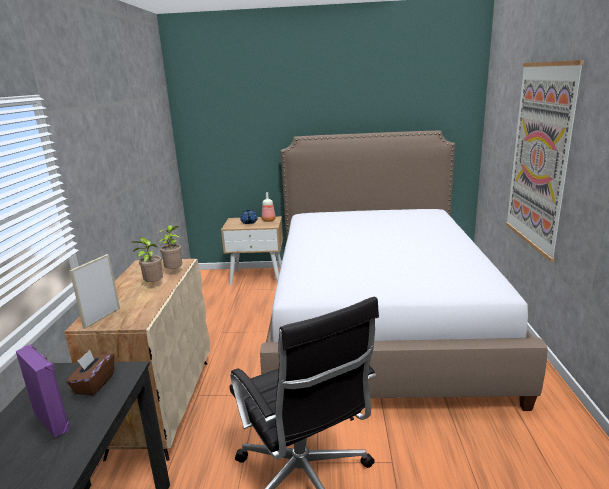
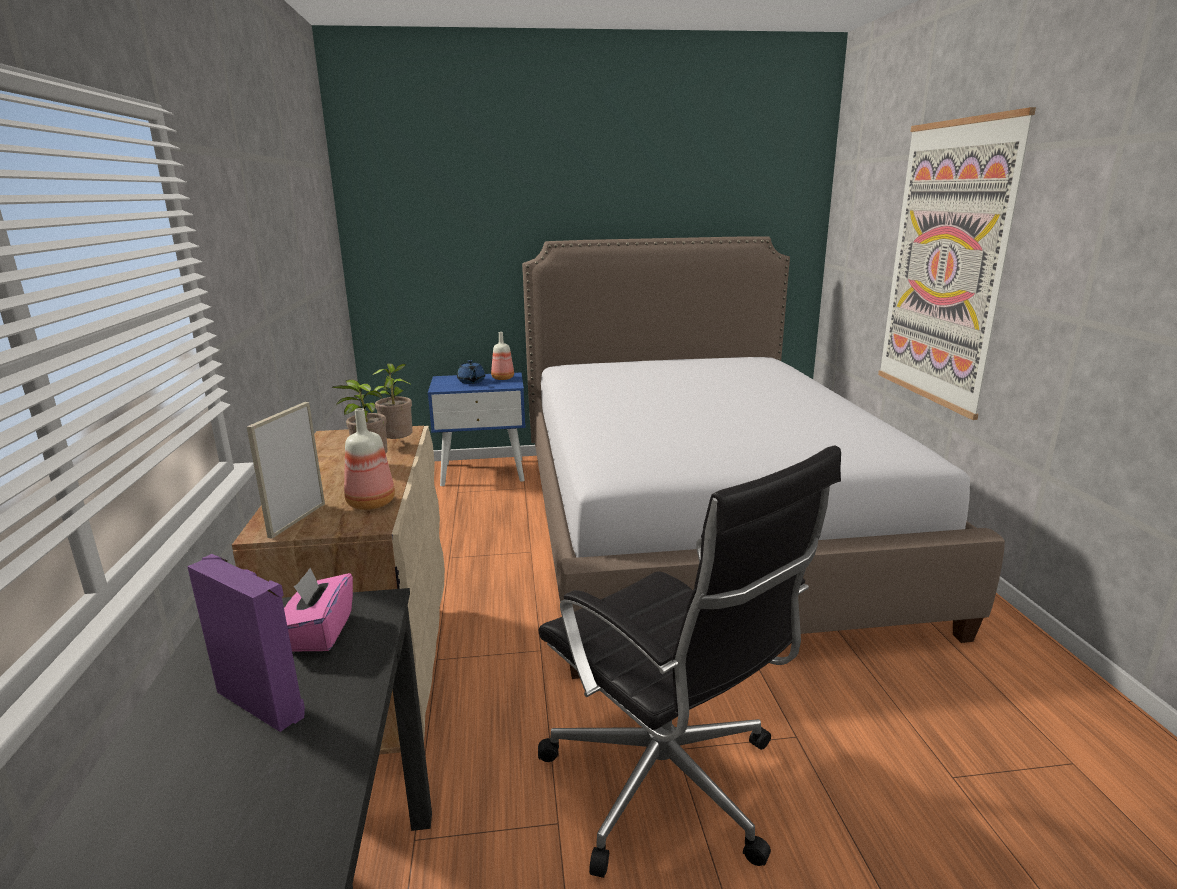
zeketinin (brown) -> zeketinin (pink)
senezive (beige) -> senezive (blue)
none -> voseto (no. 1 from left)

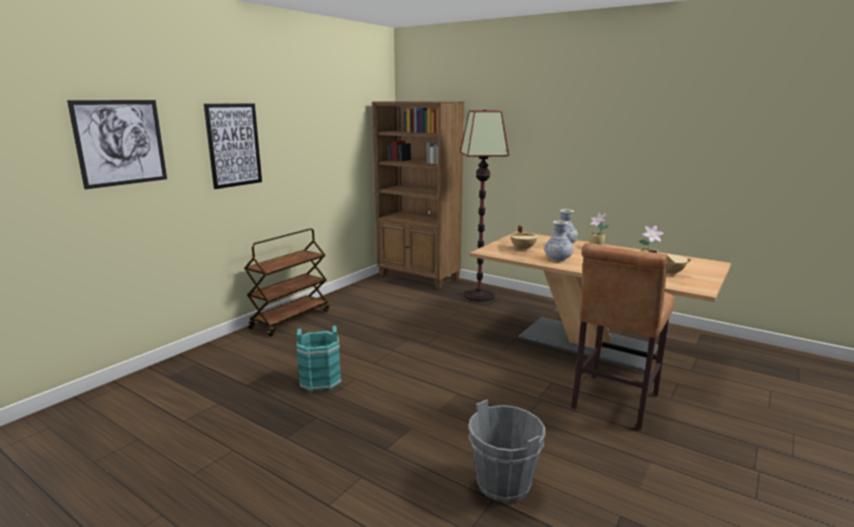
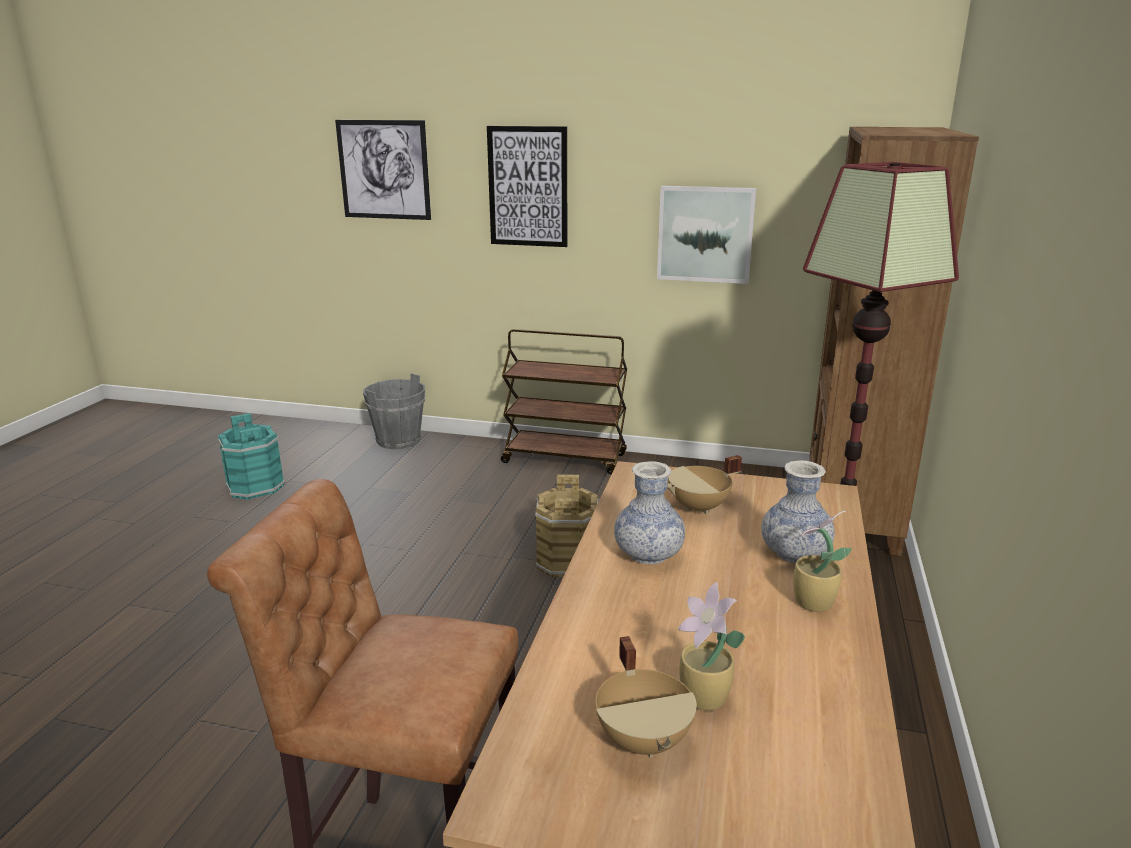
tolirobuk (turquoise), shifted
tolirobuk (grey), shifted
none -> tolirobuk (brown)
none -> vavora (no. 3 from left)

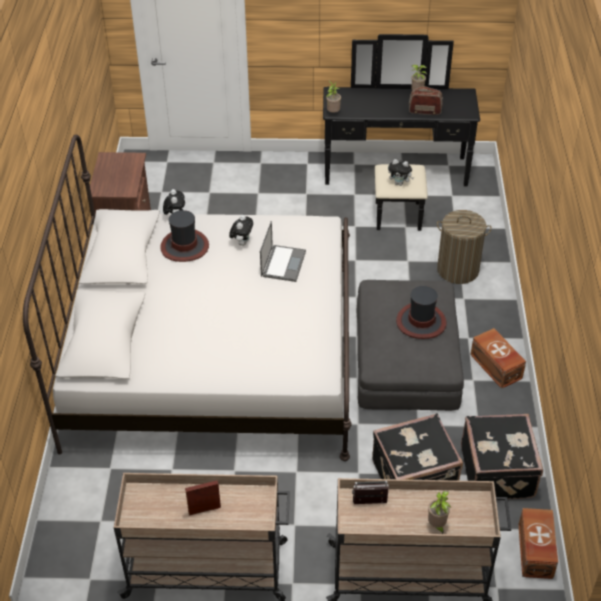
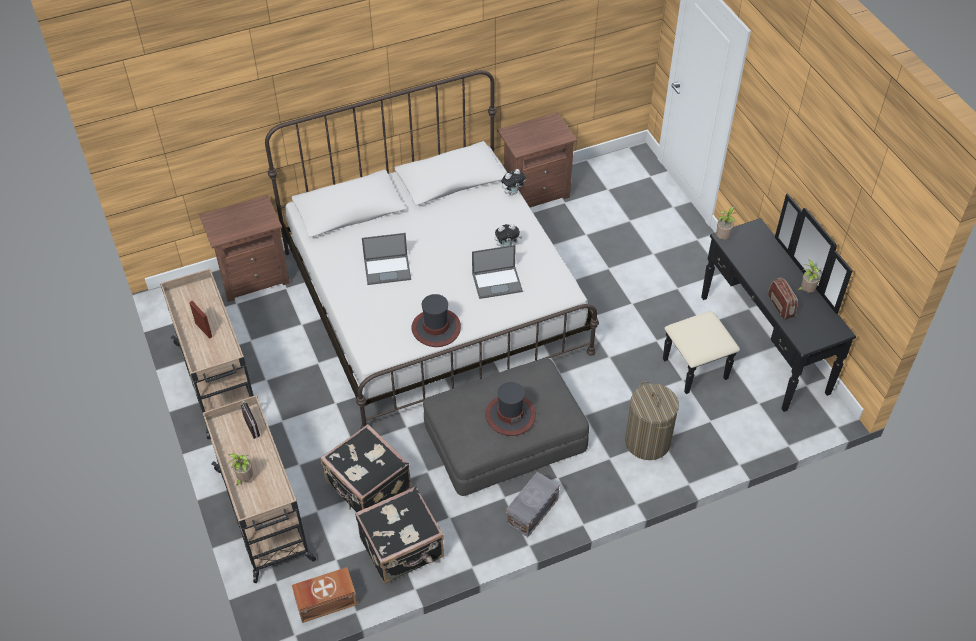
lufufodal (no. 1 from left), shifted
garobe (no. 3 from left) -> none
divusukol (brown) (no. 1 from left) -> divusukol (grey)
none -> senezive (brown) (no. 1 from left)
none -> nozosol (no. 1 from left)

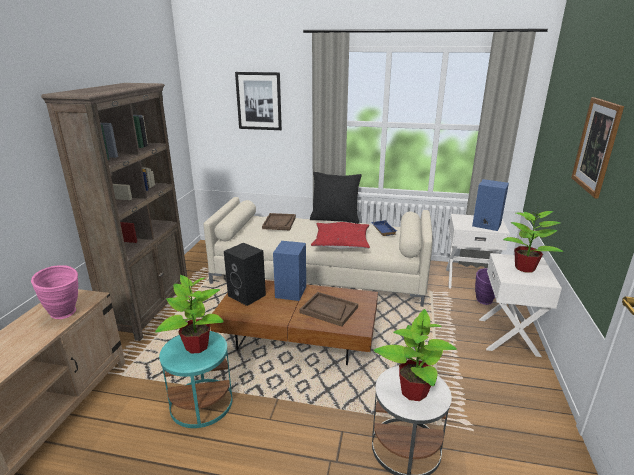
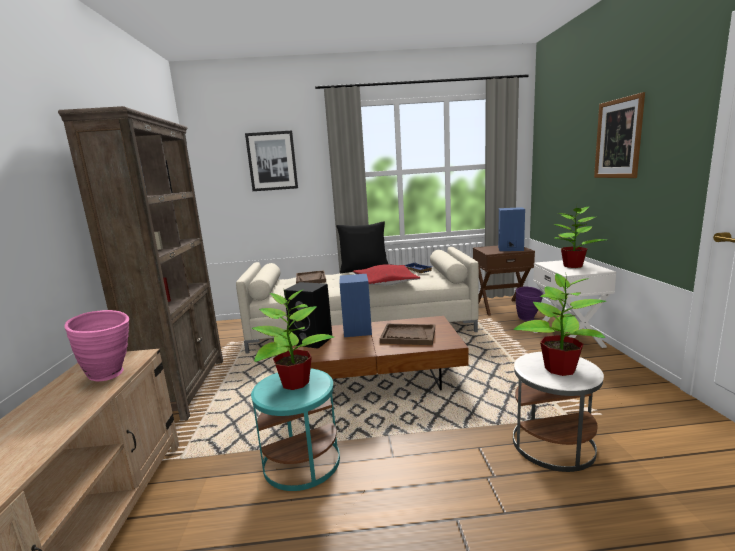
senezive (white) (no. 1 from left) -> senezive (brown)

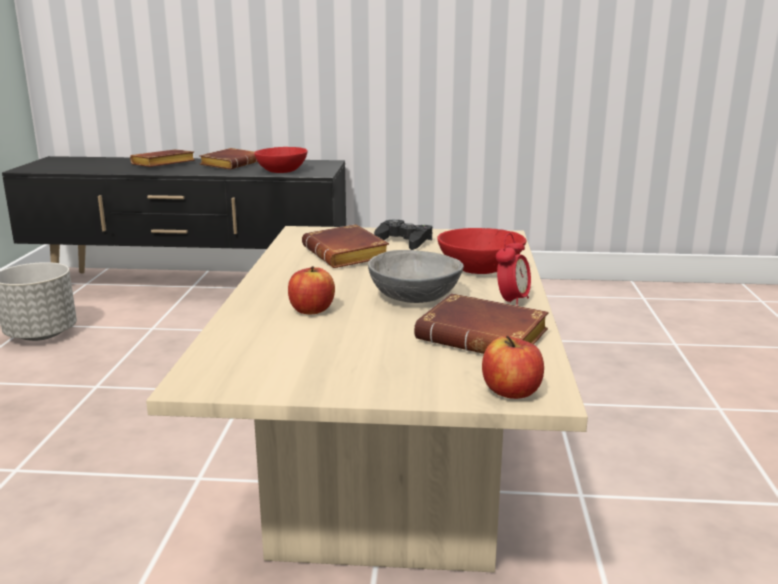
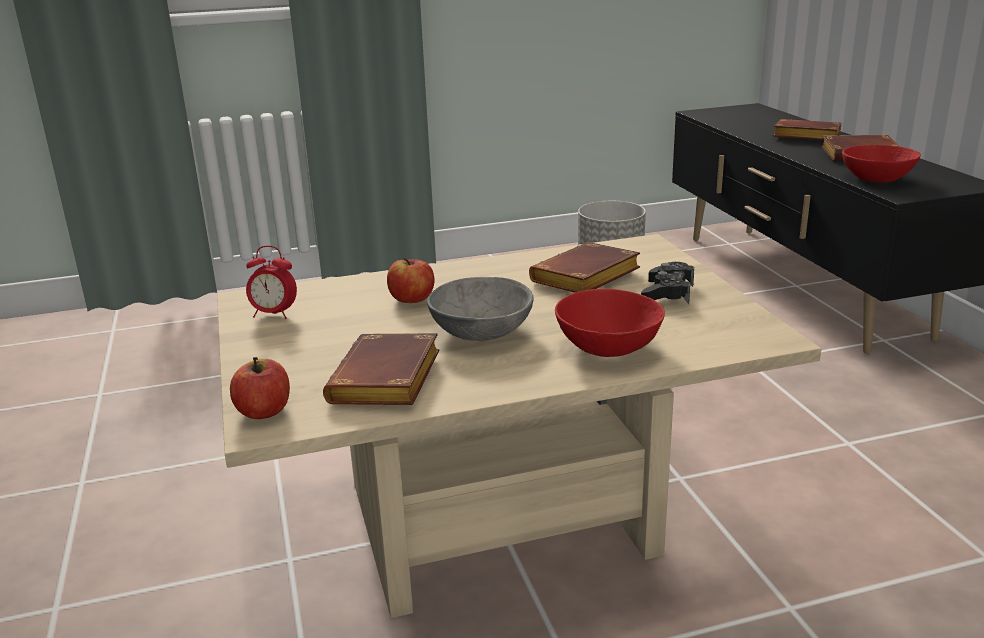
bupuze, shifted

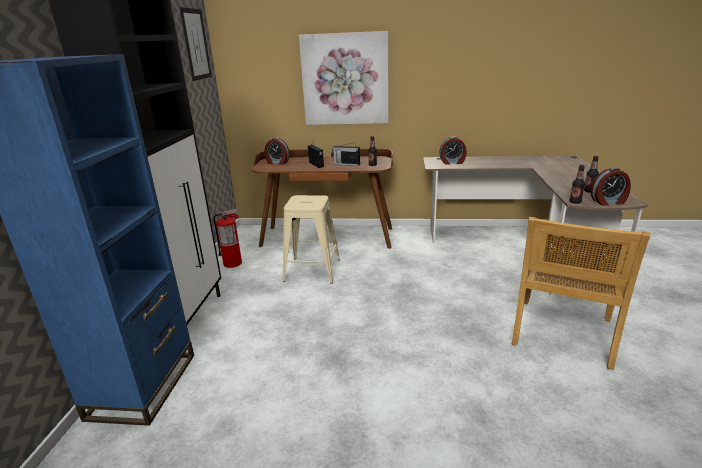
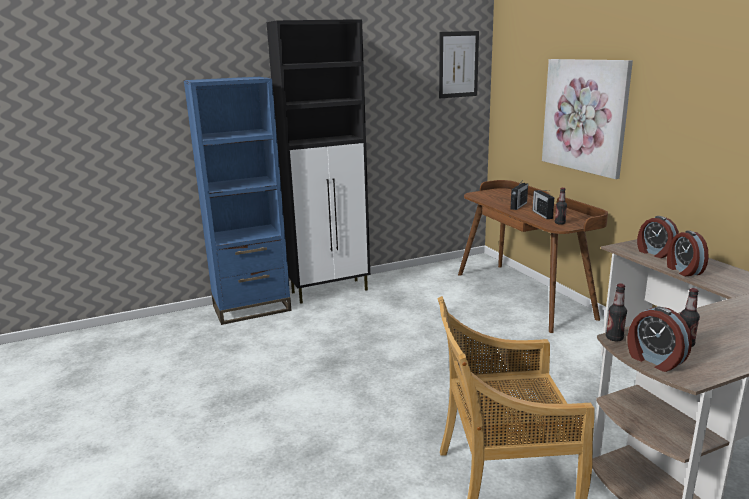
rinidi -> none
bupuze (no. 1 from left in the first image) -> bupuze (no. 3 from left), shifted
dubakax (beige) -> none

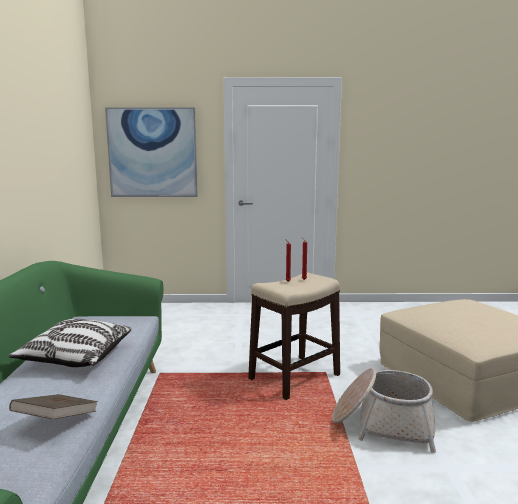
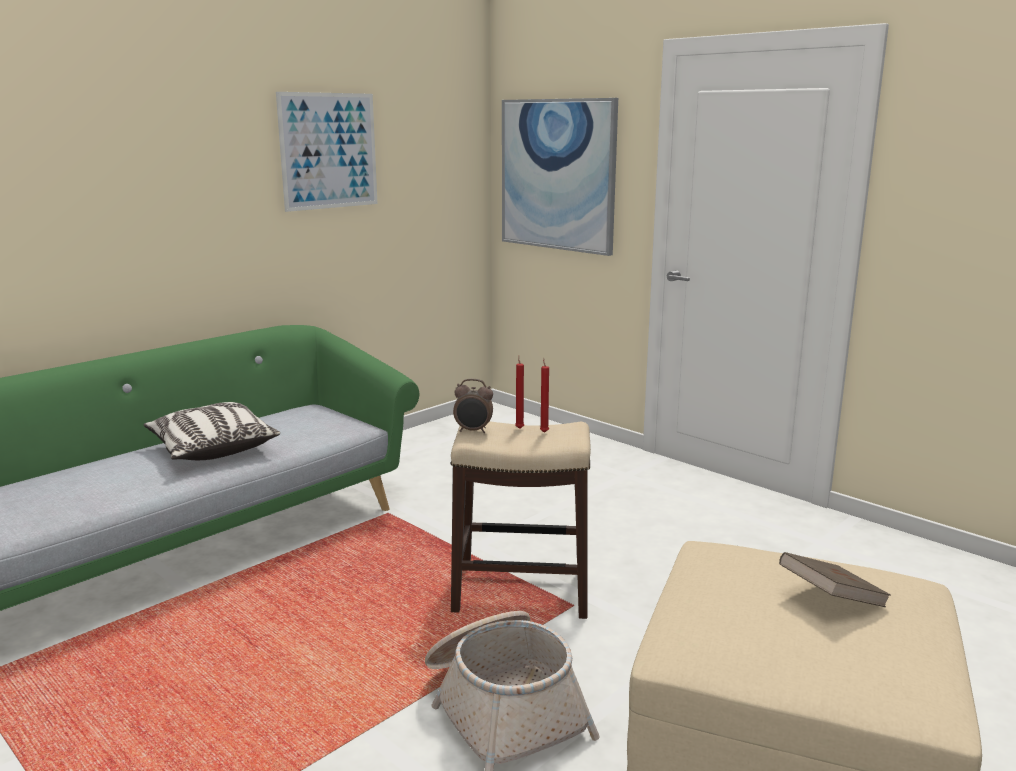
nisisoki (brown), shifted
none -> vavora (no. 1 from left)
none -> bupuze

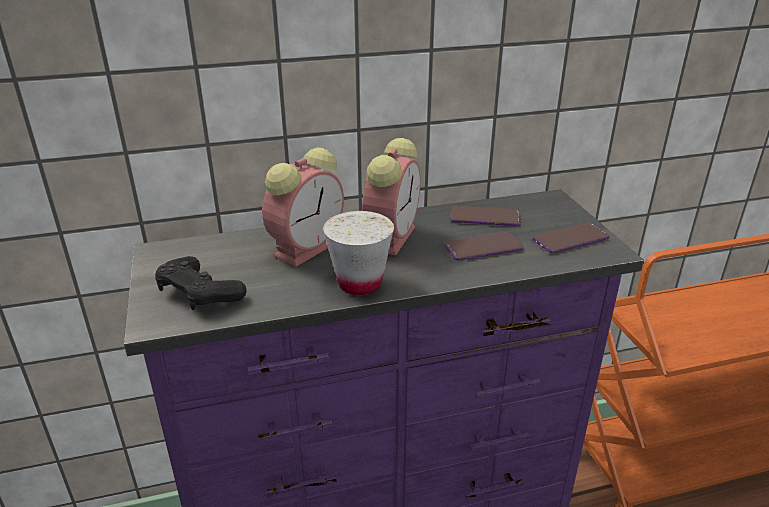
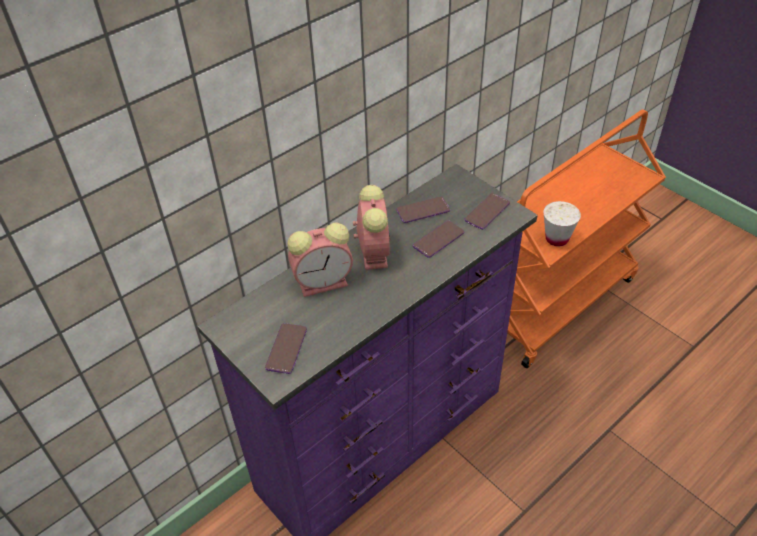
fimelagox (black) -> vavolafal (no. 1 from left)
bupuze (no. 1 from left), 60 degrees clockwise
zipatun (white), shifted

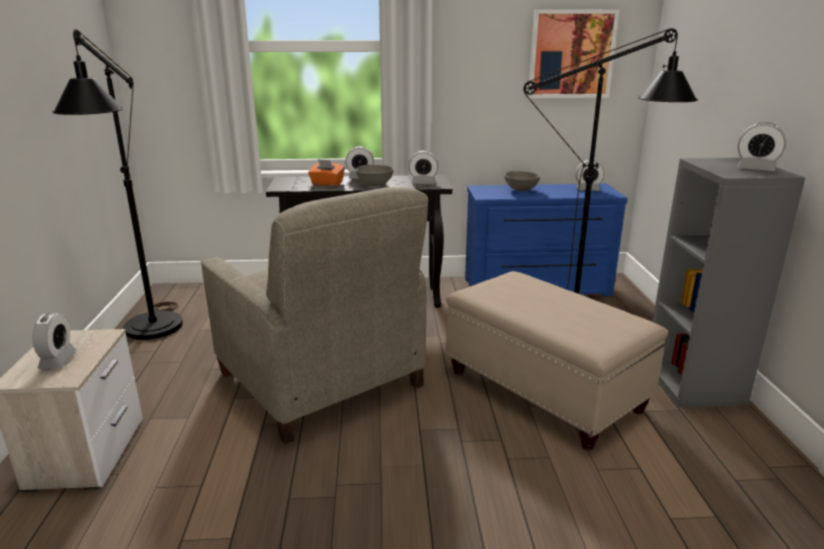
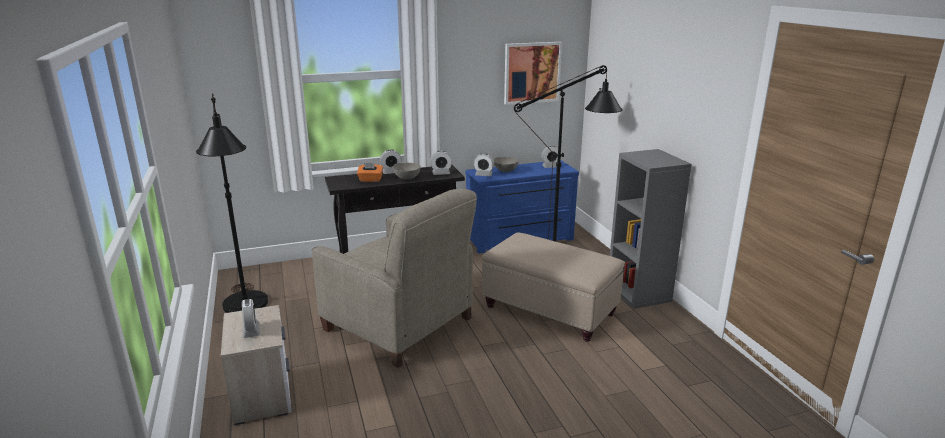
bupuze (no. 5 from left in the first image) -> bupuze (no. 4 from left), shifted

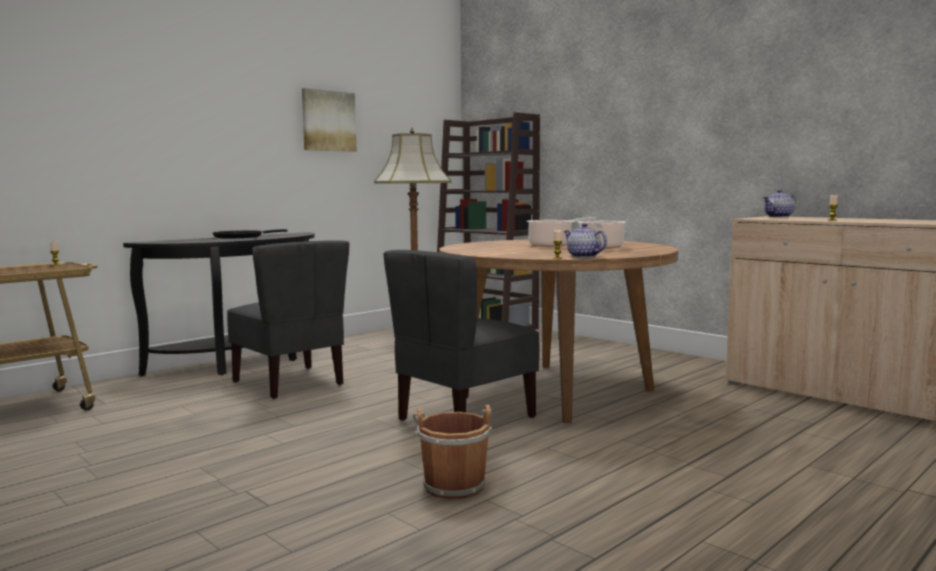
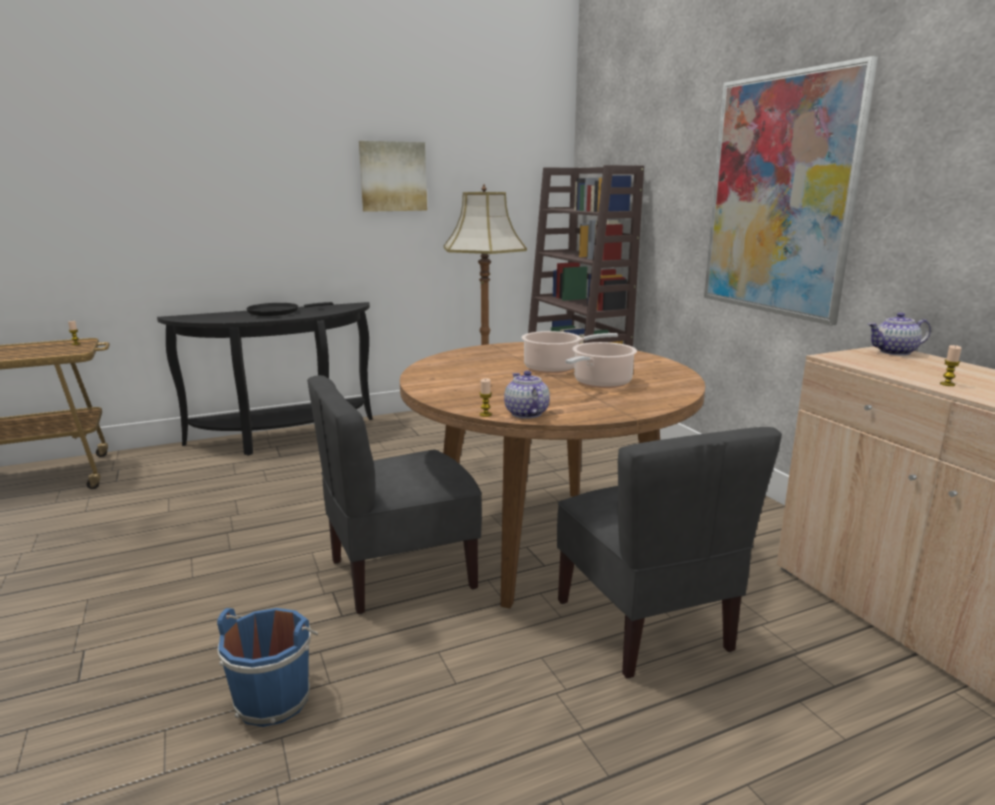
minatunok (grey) (no. 1 from left in the first image) -> minatunok (grey) (no. 2 from left), shifted
tolirobuk (brown) -> tolirobuk (blue)
none -> vavora (no. 2 from left)

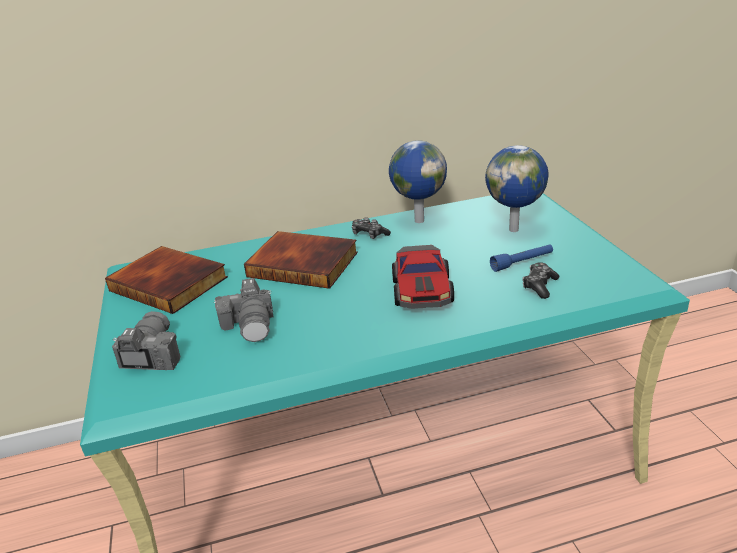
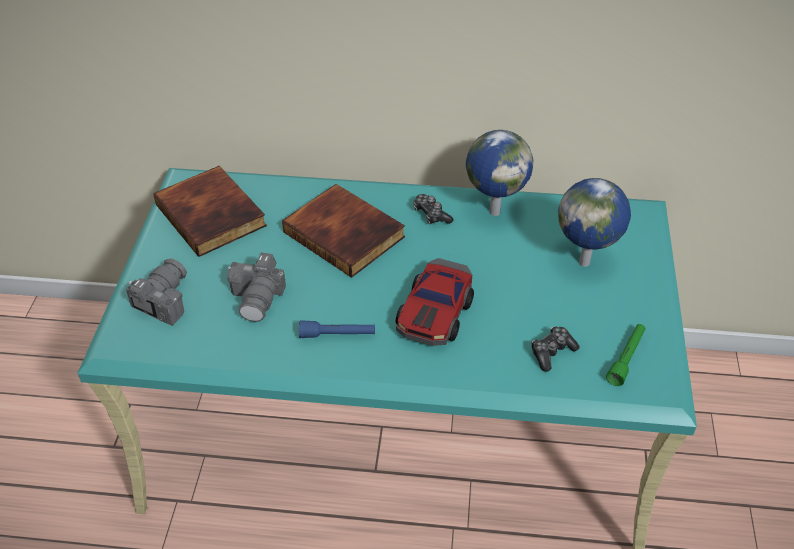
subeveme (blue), shifted
none -> subeveme (green)

